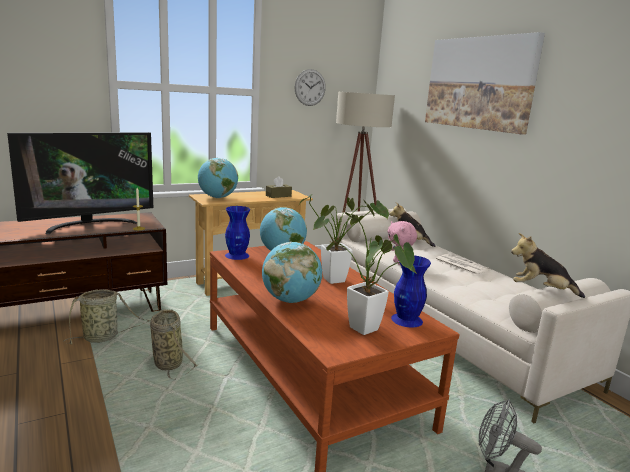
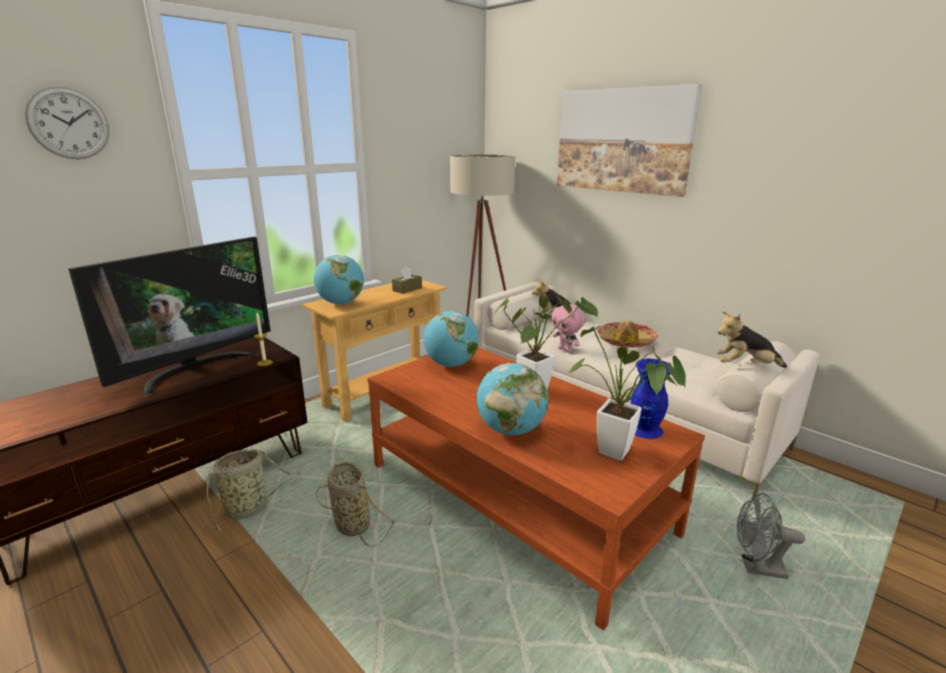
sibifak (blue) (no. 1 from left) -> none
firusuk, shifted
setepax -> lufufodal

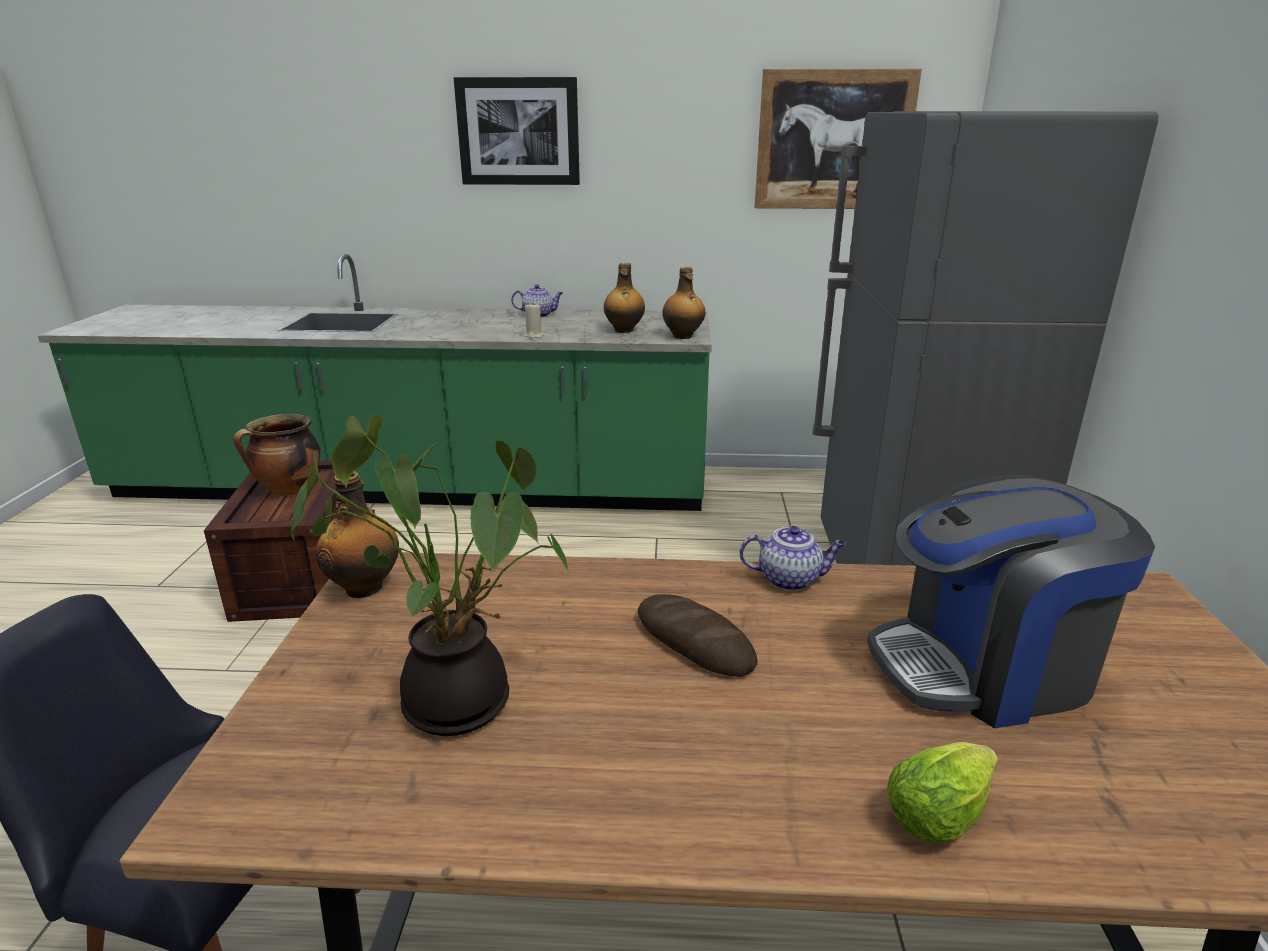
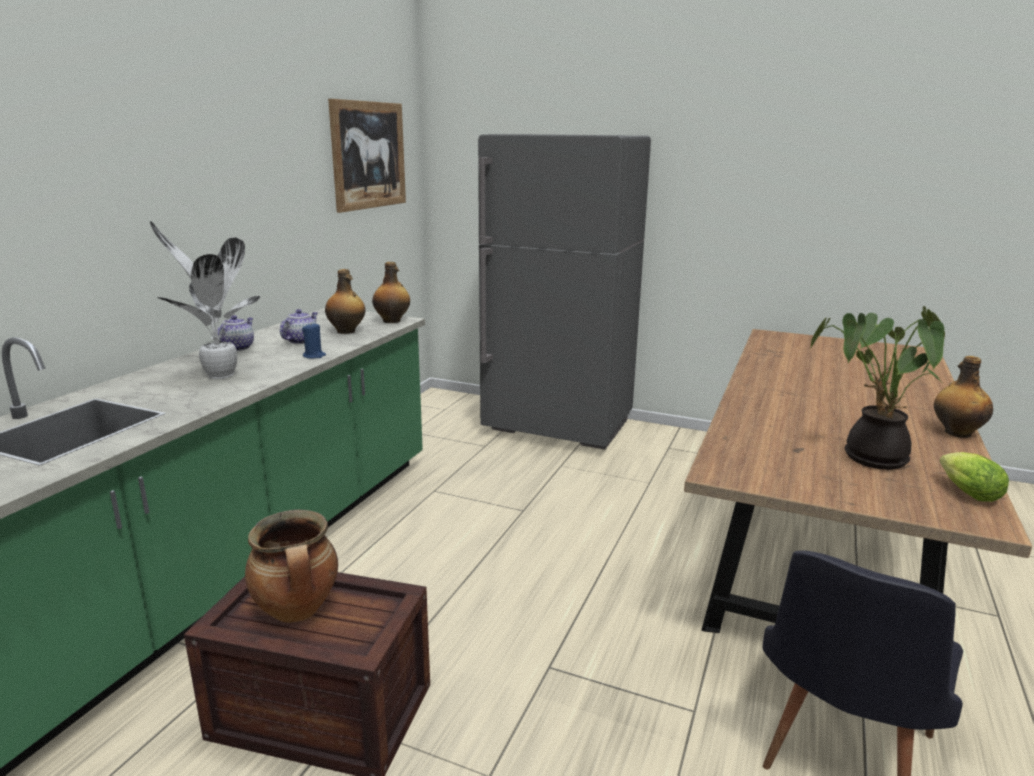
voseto (no. 1 from left in the first image) -> voseto (no. 3 from left), shifted
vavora (no. 1 from left) -> none
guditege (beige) -> guditege (blue)
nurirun -> none
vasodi (no. 2 from left), shifted
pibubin -> none
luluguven, shifted
none -> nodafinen (no. 1 from left)

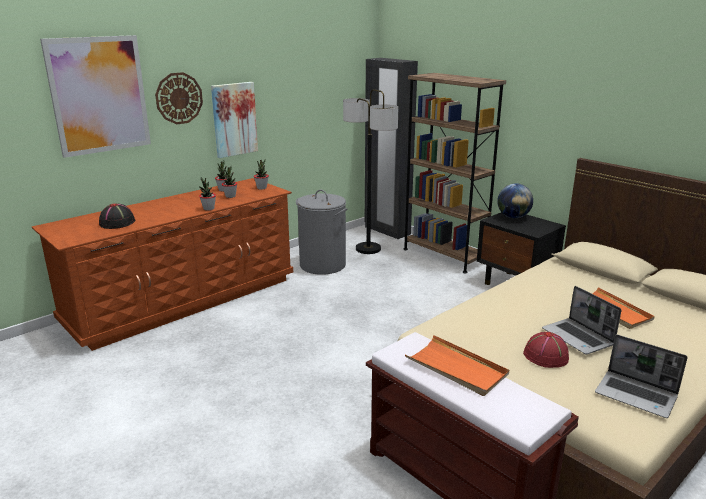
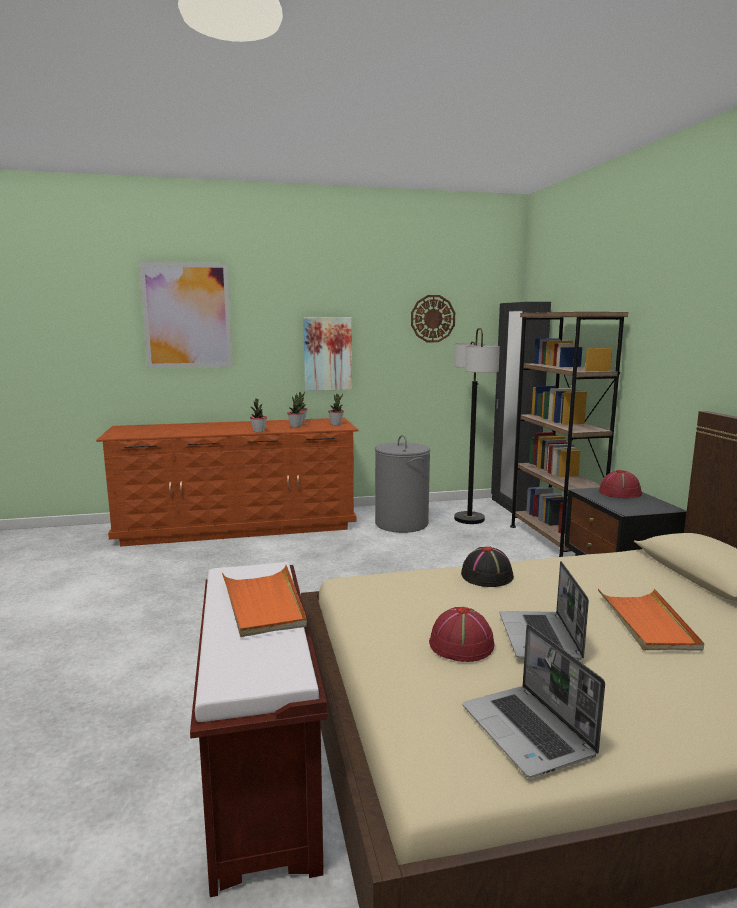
lufufodal (black), shifted
firusuk, shifted
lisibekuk -> lufufodal (red) (no. 2 from left)

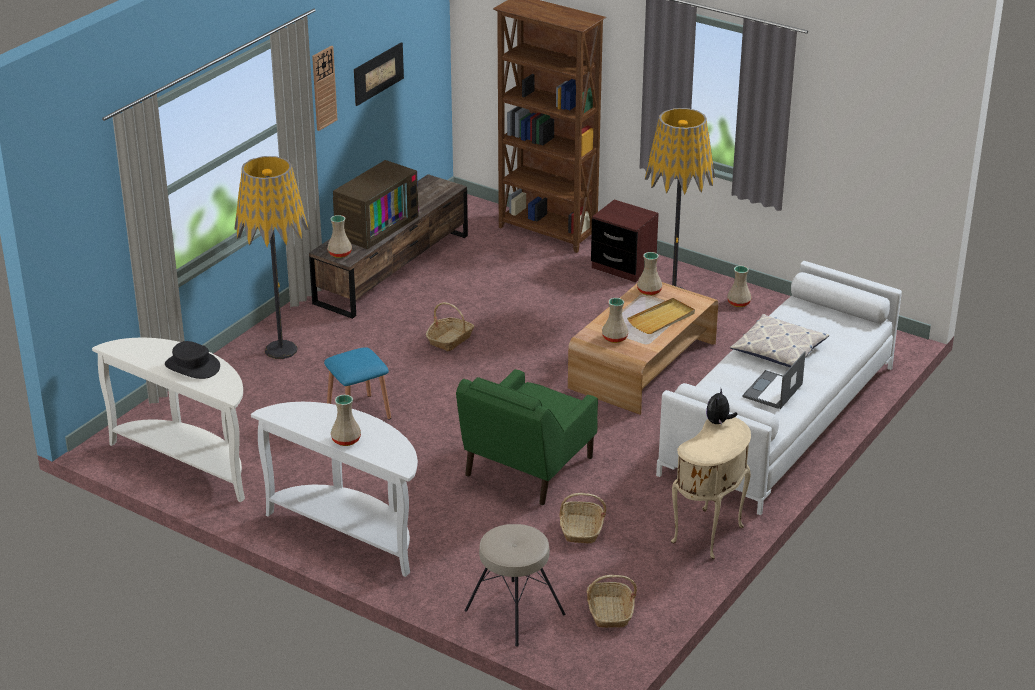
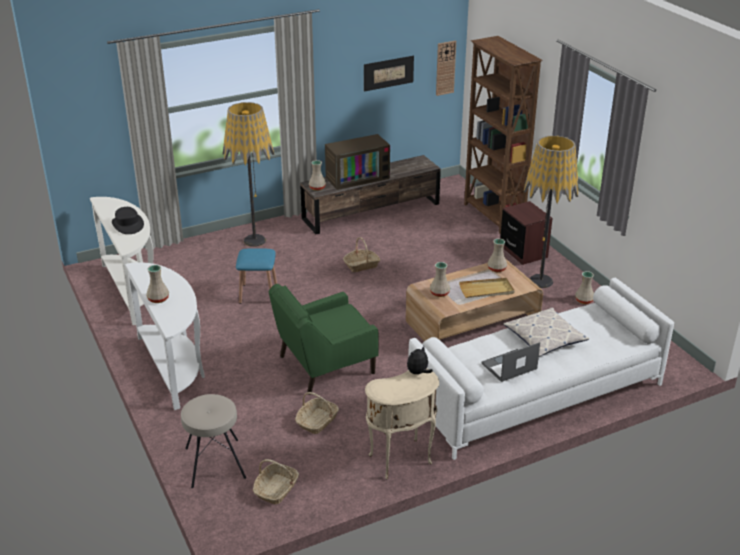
firusuk, shifted

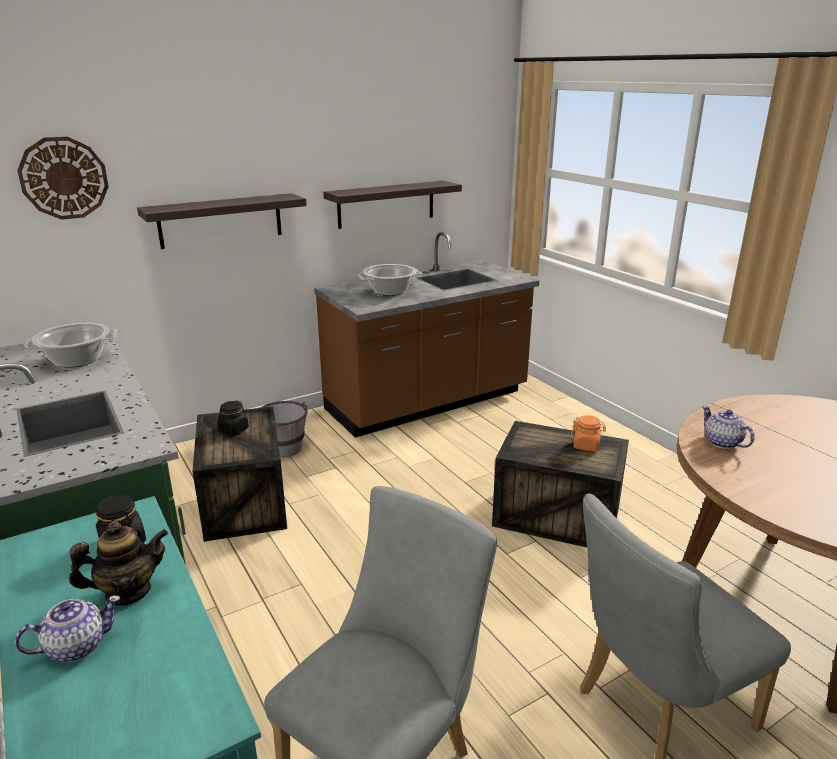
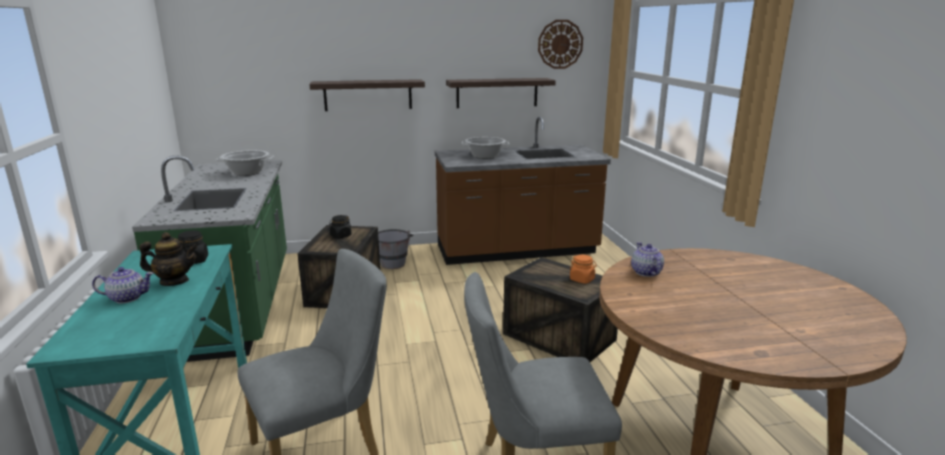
firusuk, shifted

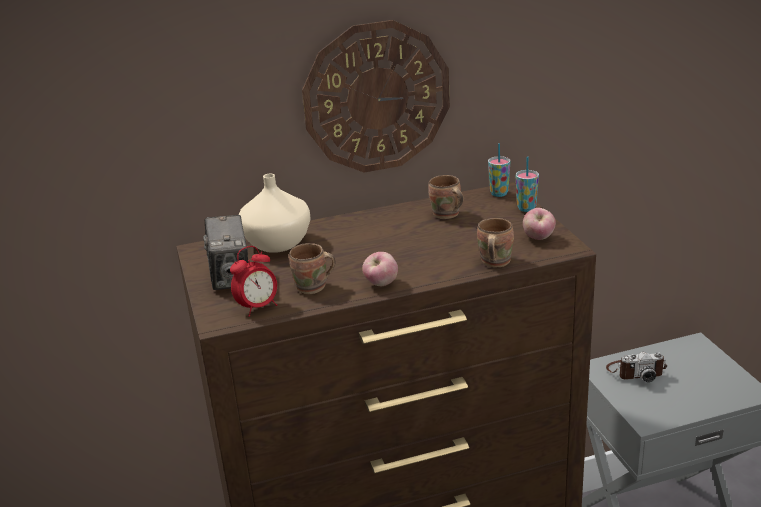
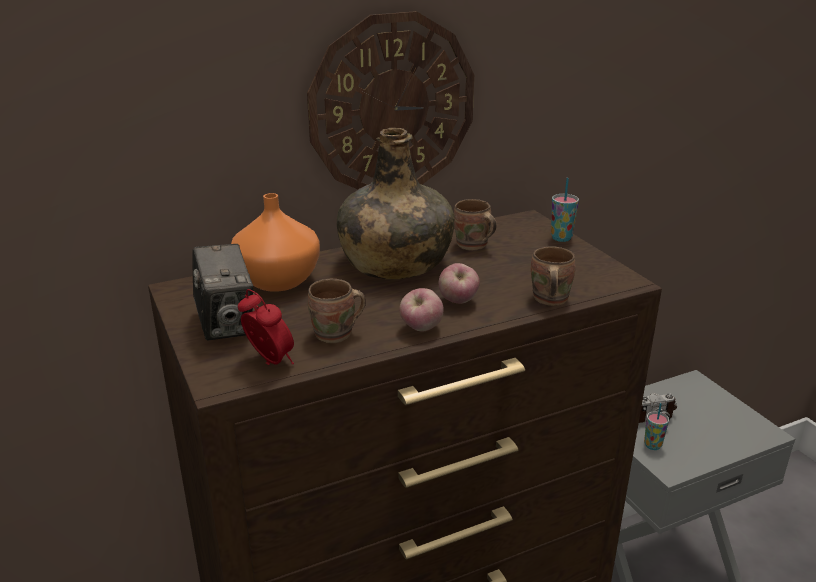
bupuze, 90 degrees counterclockwise
sibifak (beige) -> sibifak (orange)
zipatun (no. 1 from left in the first image) -> zipatun (no. 2 from left), shifted
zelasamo (no. 2 from left), shifted
none -> voseto (green)

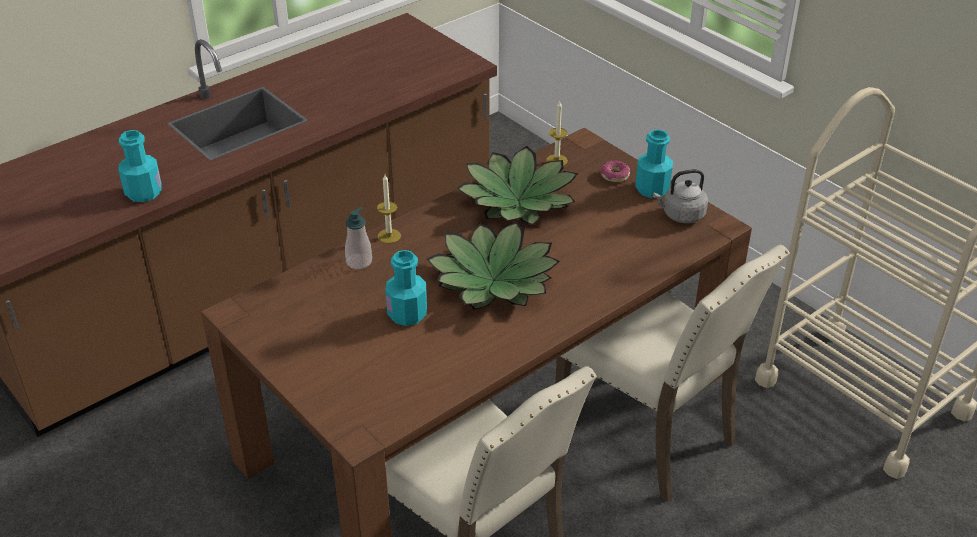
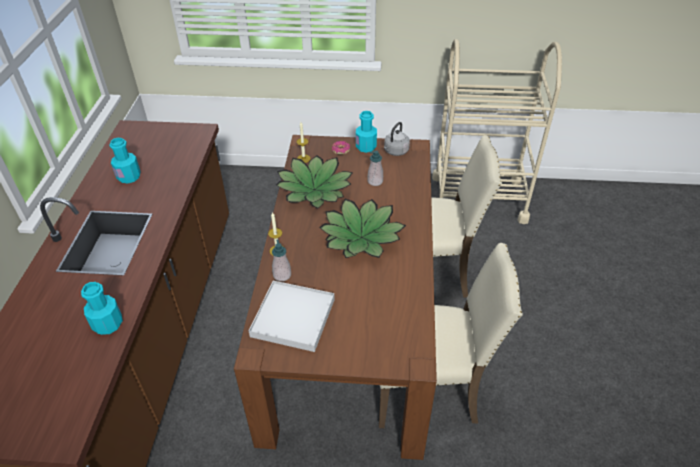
voseto (turquoise) (no. 2 from left), shifted
none -> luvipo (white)
none -> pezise (no. 2 from left)

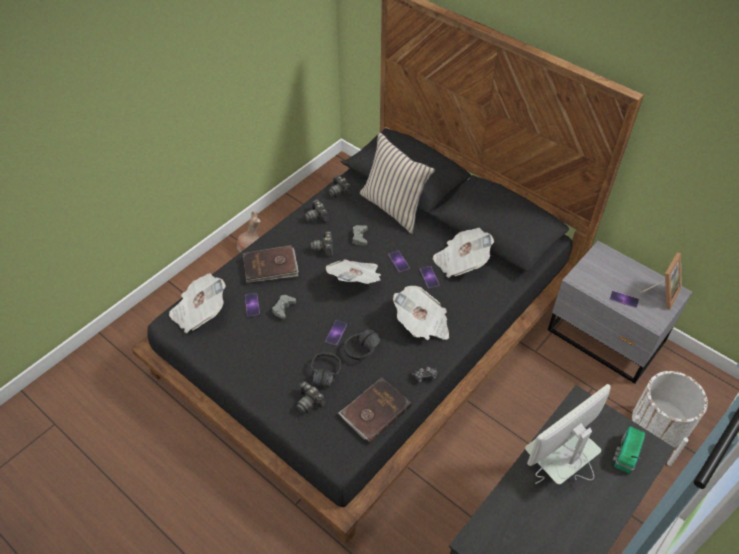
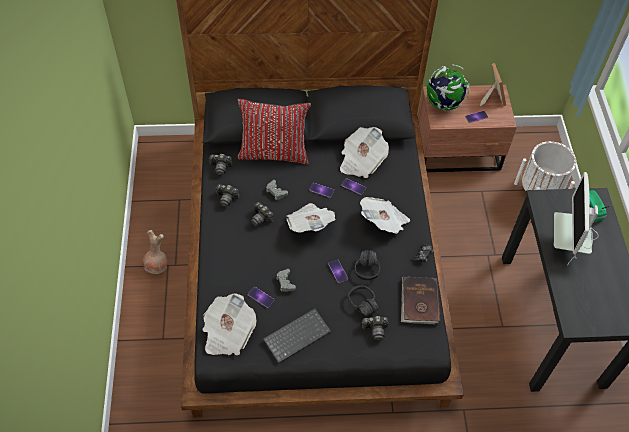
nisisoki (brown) (no. 1 from left) -> none
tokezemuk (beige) -> tokezemuk (red)
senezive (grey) -> senezive (brown)
none -> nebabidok
none -> lisibekuk

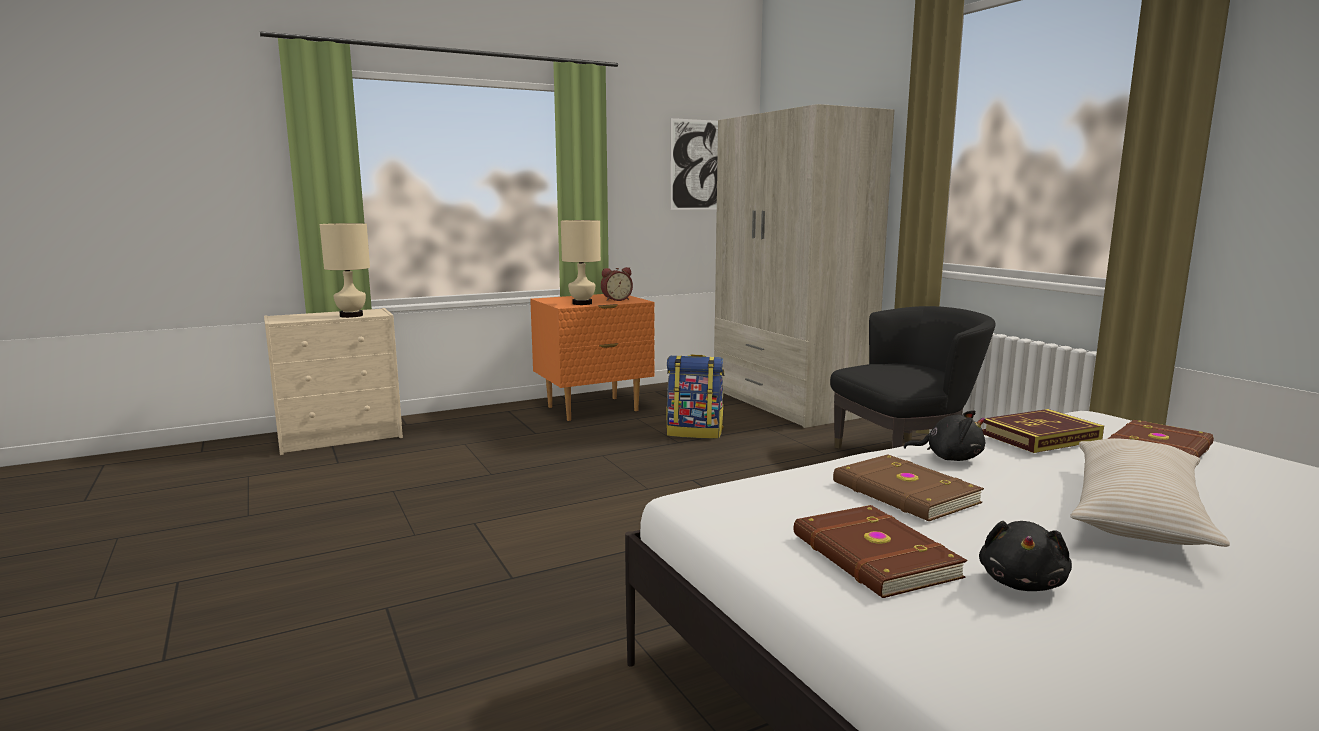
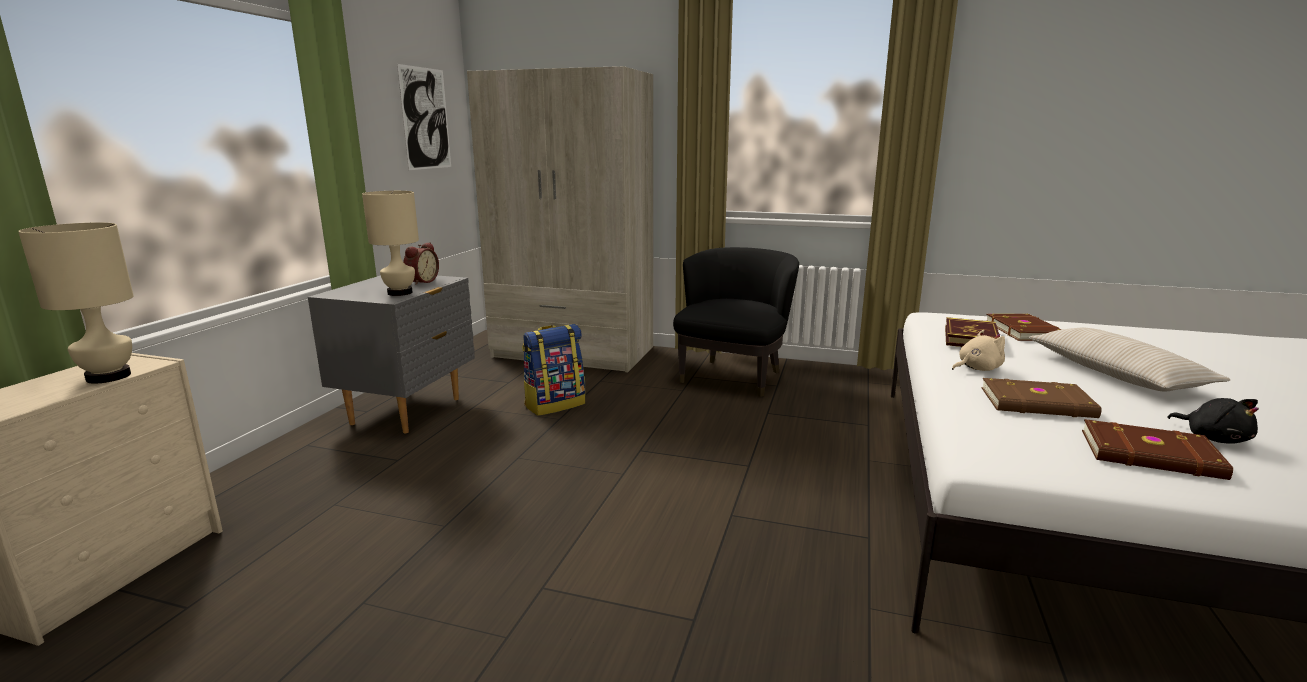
senezive (orange) -> senezive (grey)
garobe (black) (no. 1 from left) -> garobe (beige)

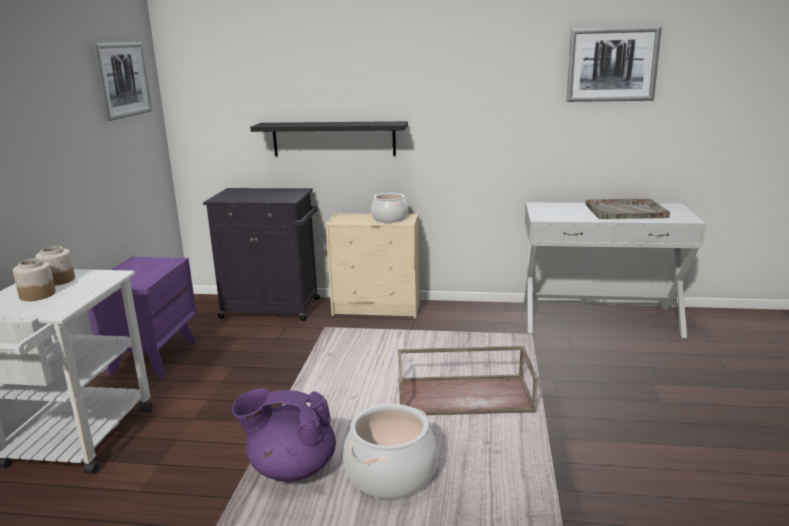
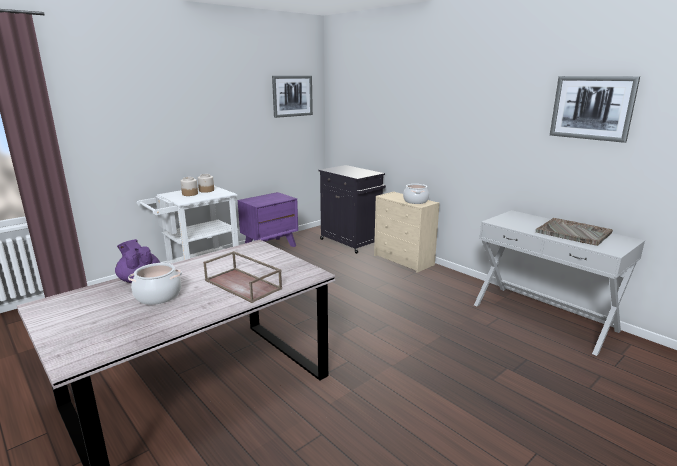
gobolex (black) -> none

